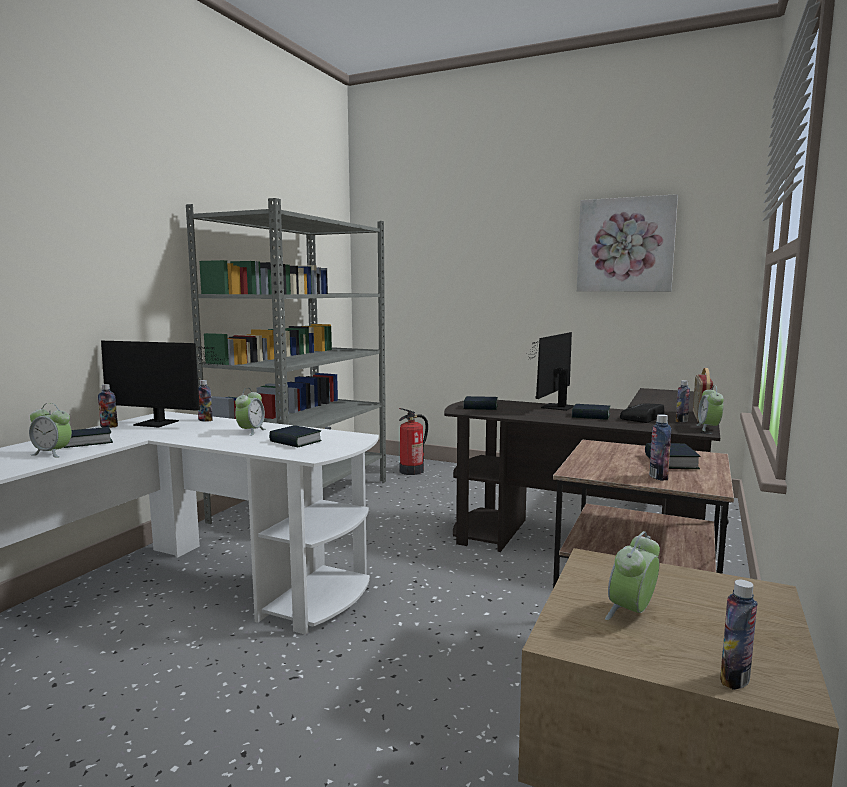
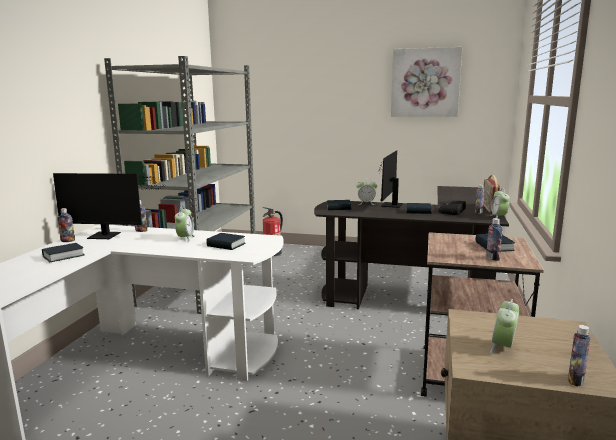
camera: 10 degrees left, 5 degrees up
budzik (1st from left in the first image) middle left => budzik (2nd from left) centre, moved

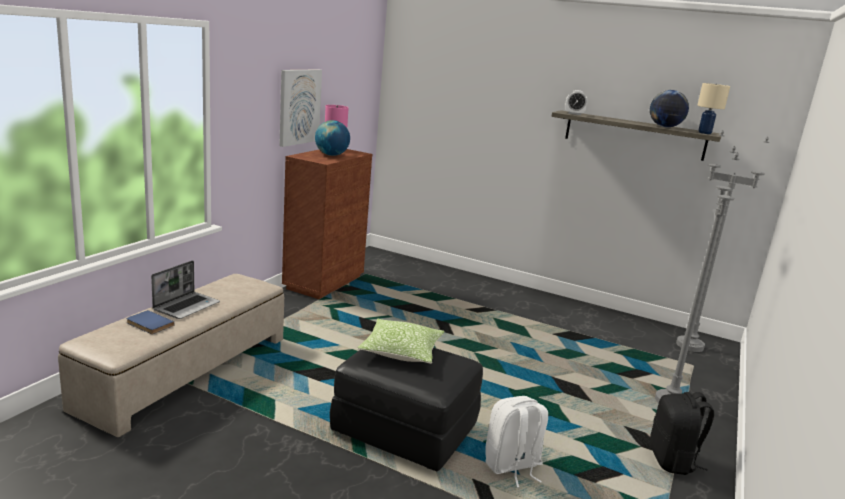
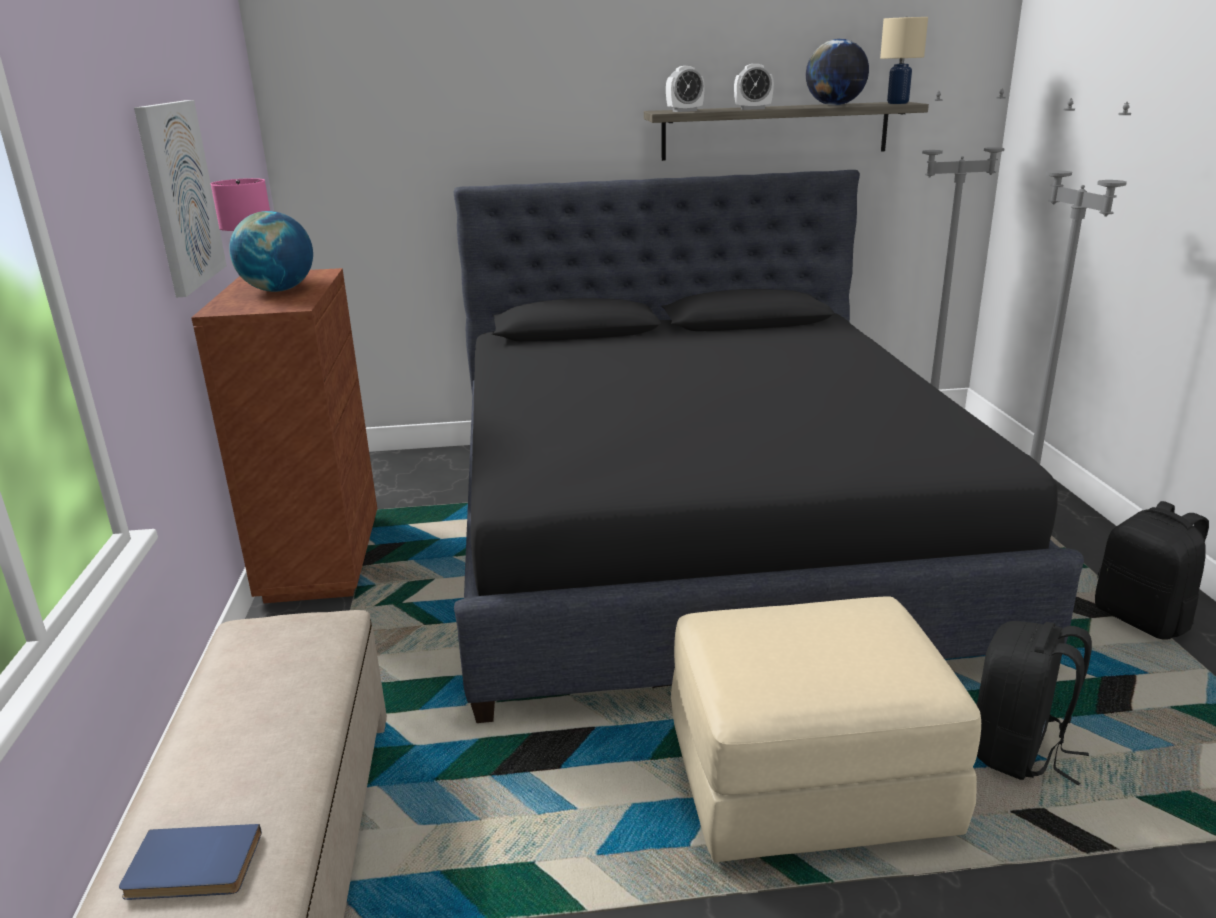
camera: 30 degrees left, 5 degrees up
laptop middle left => nothing
poduszka bottom centre => nothing
nothing => łóżko (czarny) centre
nothing => budzik (2nd from left) top centre
pufa (czarny) bottom centre => pufa (beżowy) bottom right
plecak (biały) bottom centre => plecak (czarny) (1st from left) bottom right

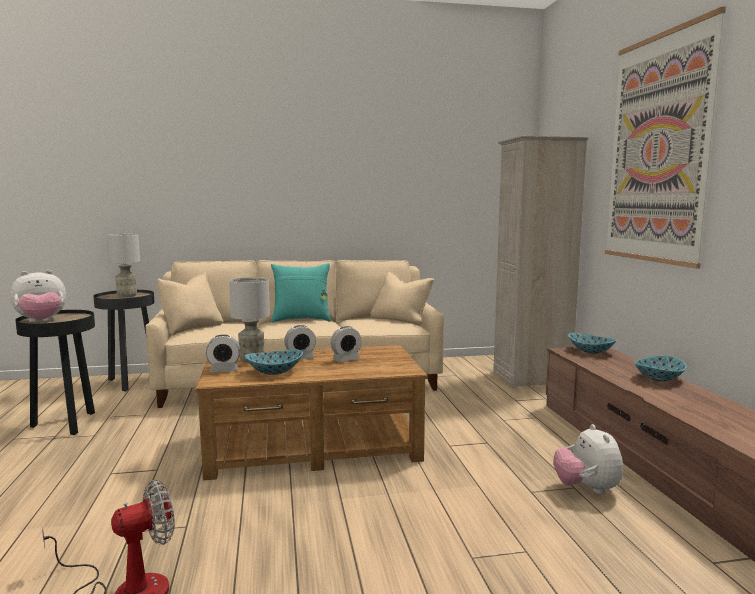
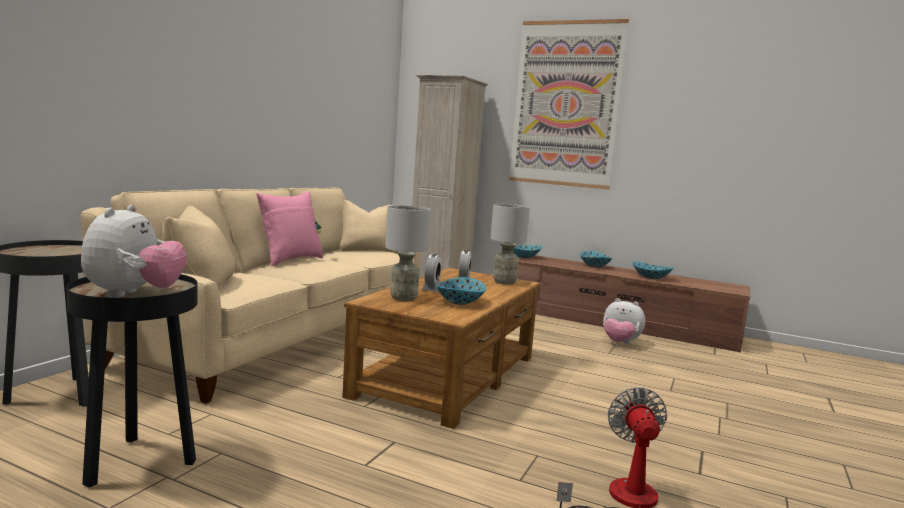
camera: 55 degrees left, 0 degrees up
budzik (1st from left) middle left => nothing
nothing => miska (4th from left) middle right
lampa stołowa (szary) (1st from left in the first image) middle left => lampa stołowa (szary) (2nd from left) centre, moved
poduszka (turkusowy) centre => poduszka (różowy) middle left

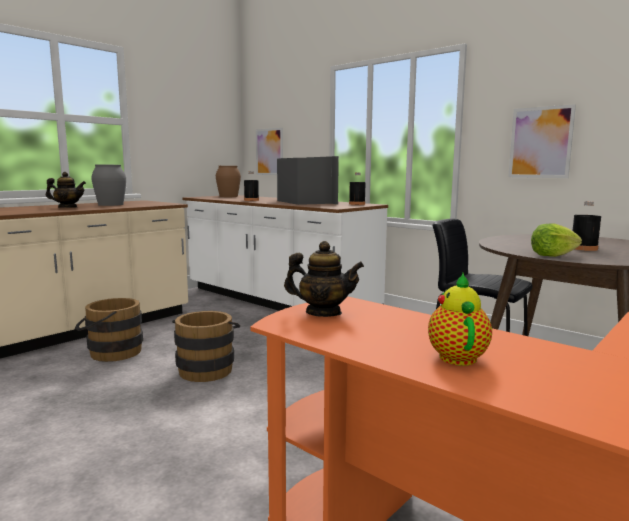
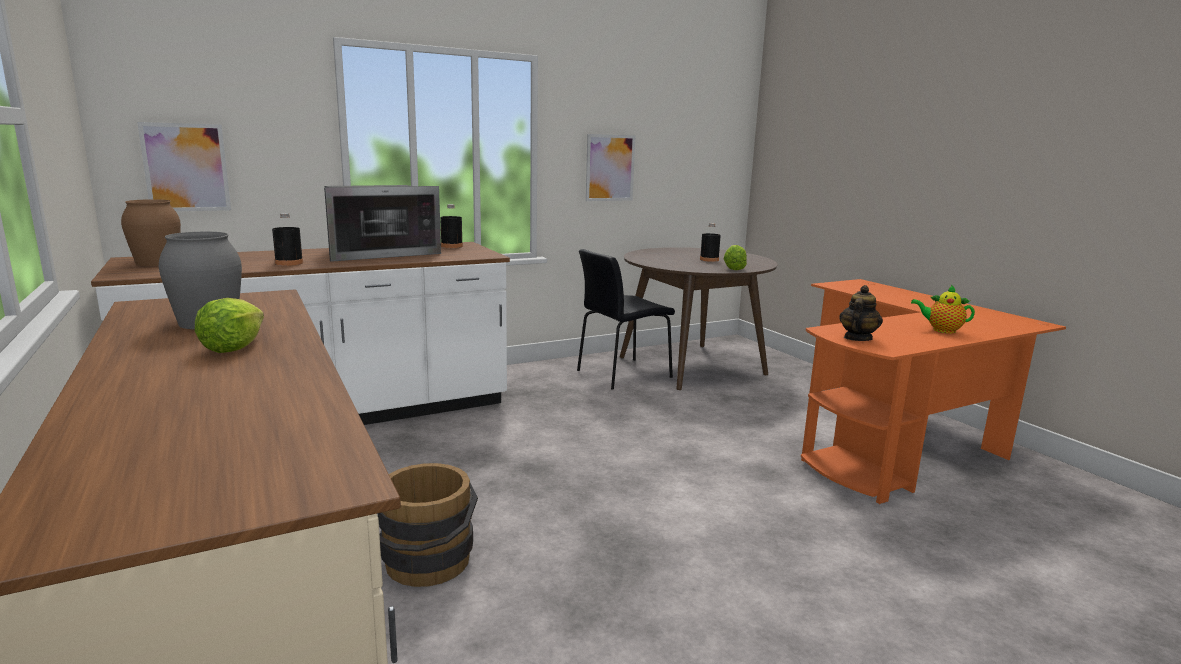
camera: 70 degrees left, 5 degrees up
wiadro (brązowy) (2nd from left) middle left => nothing
imbryk (1st from left) middle left => sałata (1st from left) middle left
mikrofalówka centre => mikrofalówka middle left, 150 degrees clockwise

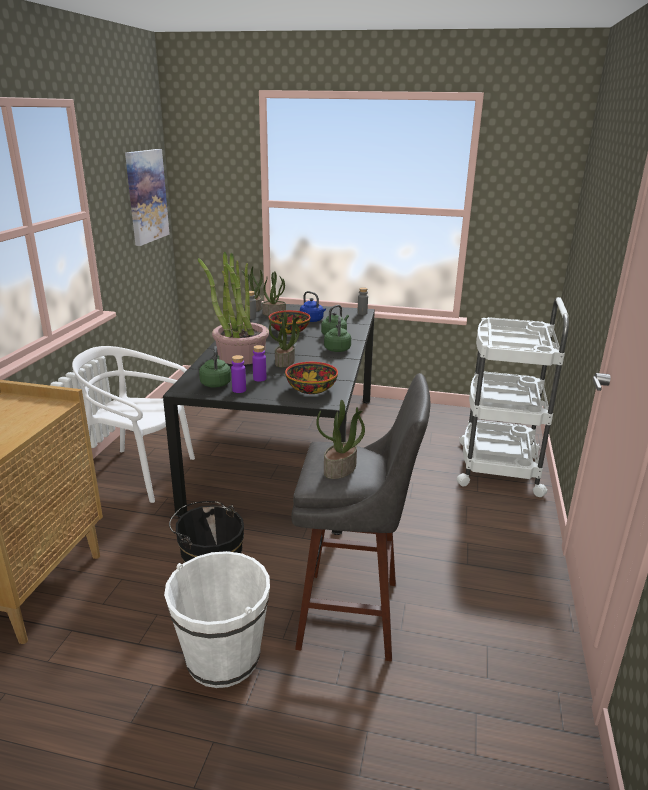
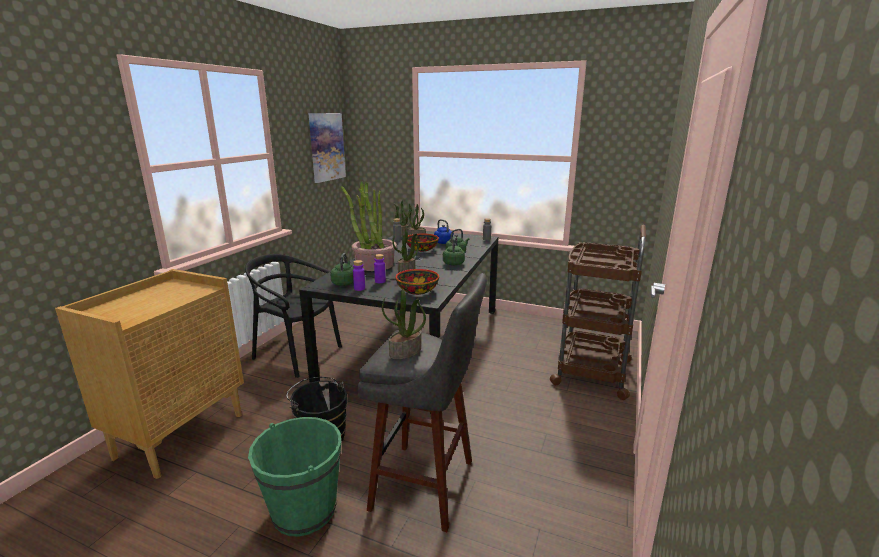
camera: 10 degrees right, 5 degrees down
krzesło (biały) middle left => krzesło (czarny) centre
wiadro (biały) bottom centre => wiadro (zielony) bottom centre
wózek (biały) middle right => wózek (brązowy) middle right

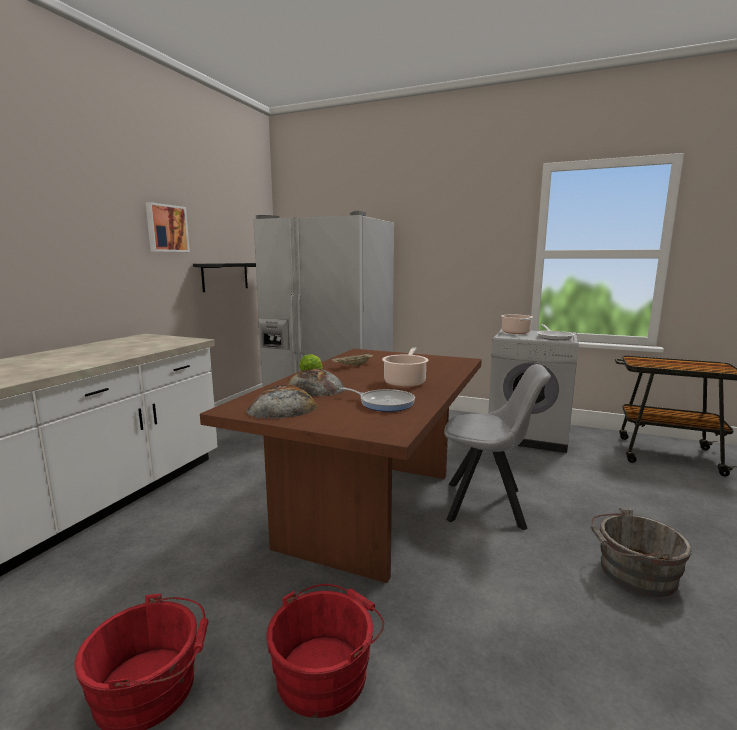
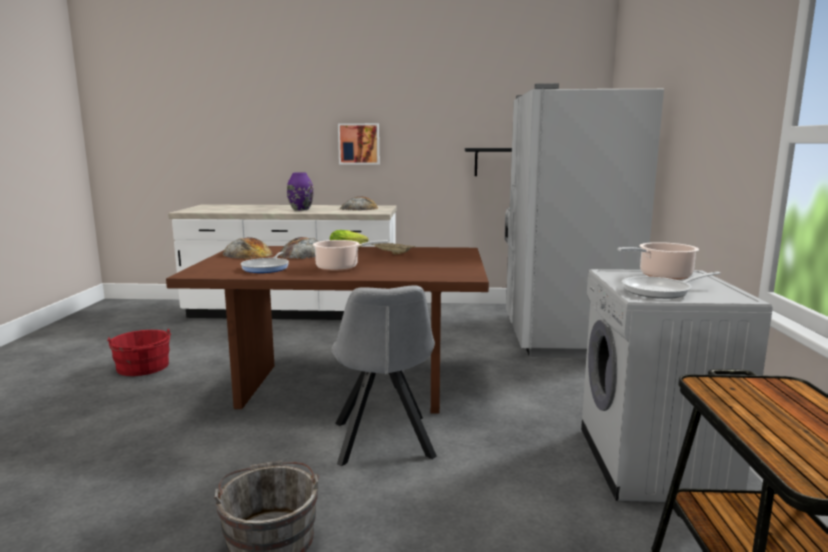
camera: 70 degrees right, 0 degrees up
wiadro (czerwony) (2nd from left) bottom centre => nothing
nothing => wazon (fioletowy) centre
nothing => chleb (3rd from left) centre
obraz top left => obraz top centre, moved

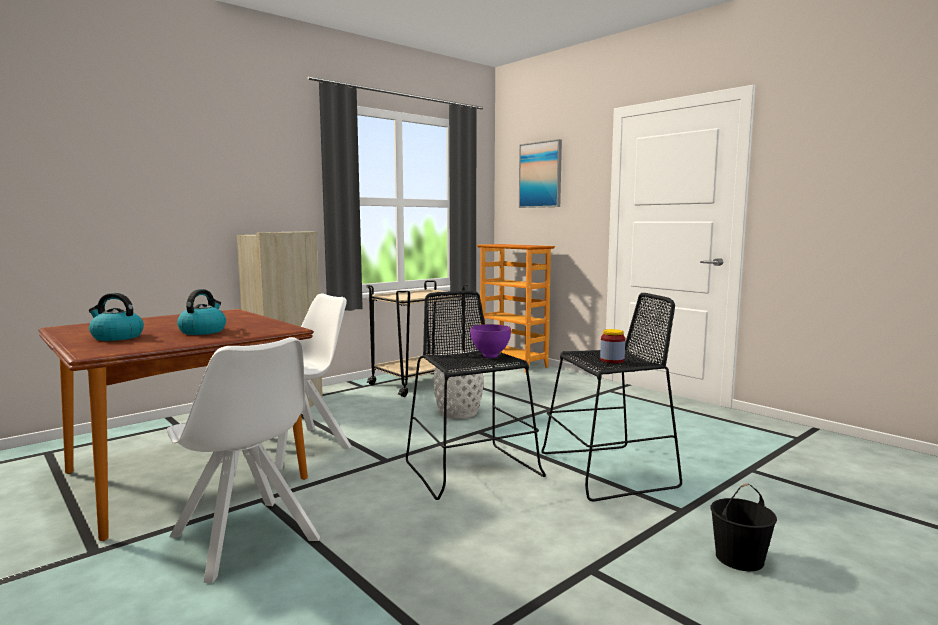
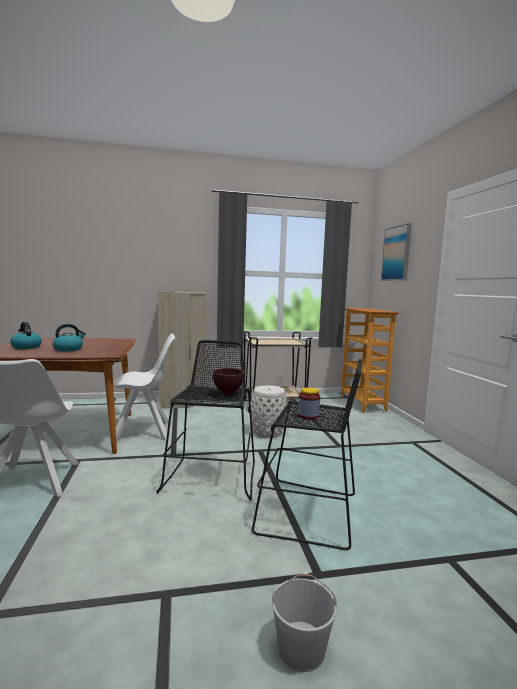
camera: 30 degrees right, 0 degrees up
miska (fioletowy) centre => miska (brązowy) centre
wiadro (czarny) bottom right => wiadro (biały) bottom centre

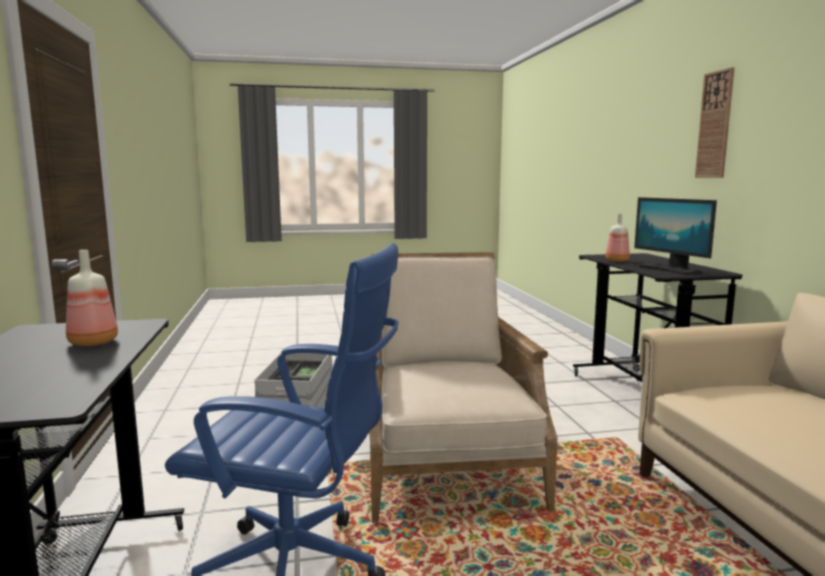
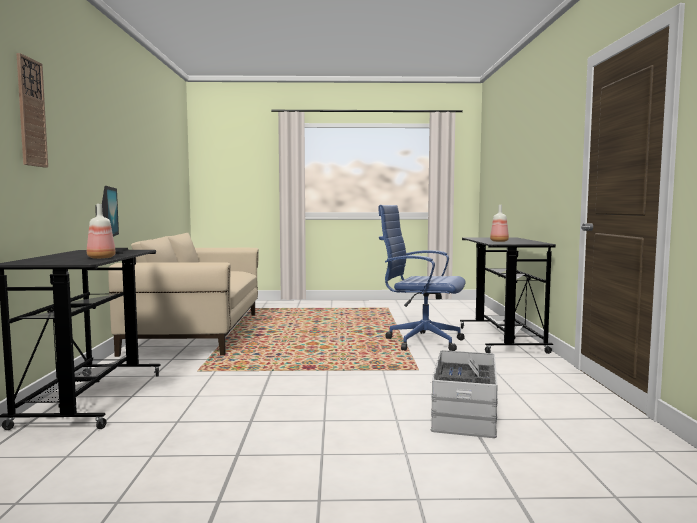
camera: 170 degrees left, 5 degrees down
fotel (beżowy) bottom centre => nothing

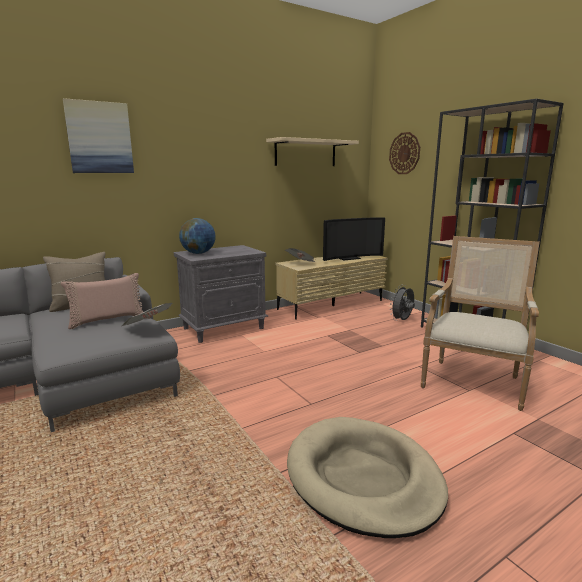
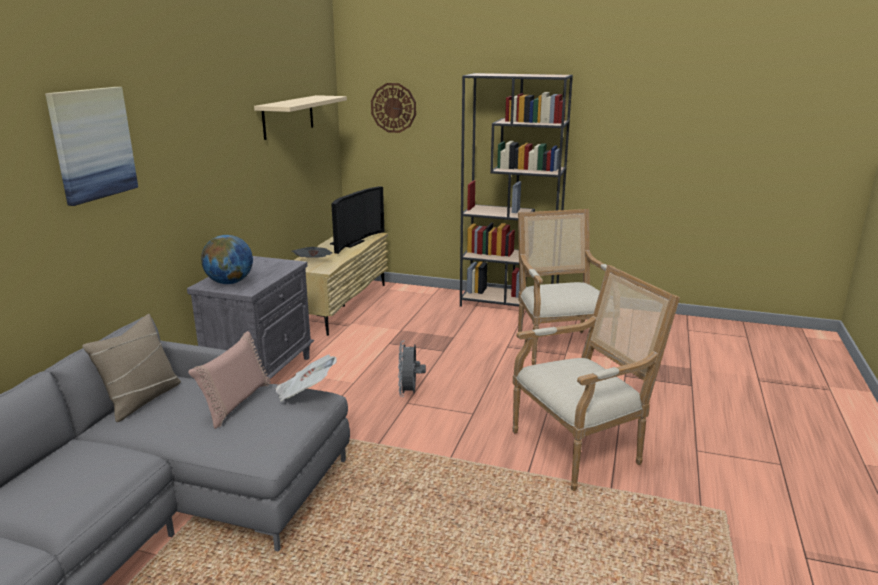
camera: 40 degrees left, 5 degrees up
wentylator (szary) middle right => wentylator (szary) centre, moved
legowisko (beżowy) bottom centre => fotel (2nd from left) middle right

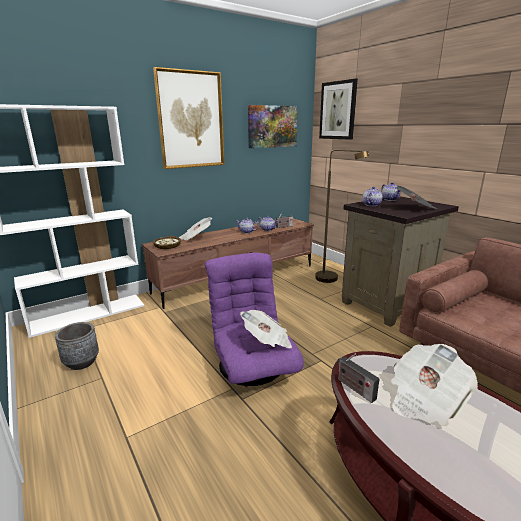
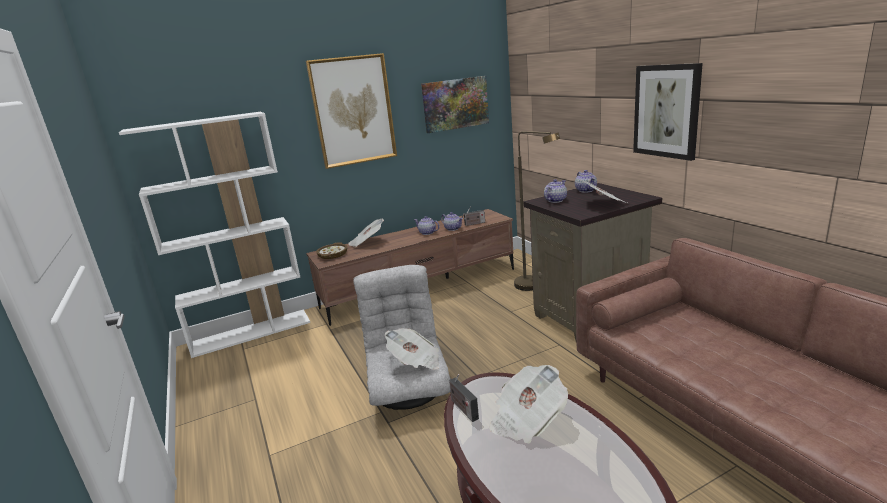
camera: 10 degrees right, 0 degrees up
donica (szary) middle left => nothing
obraz (3rd from left) top centre => obraz (3rd from left) top right, moved
fotel (fioletowy) centre => fotel (szary) bottom centre

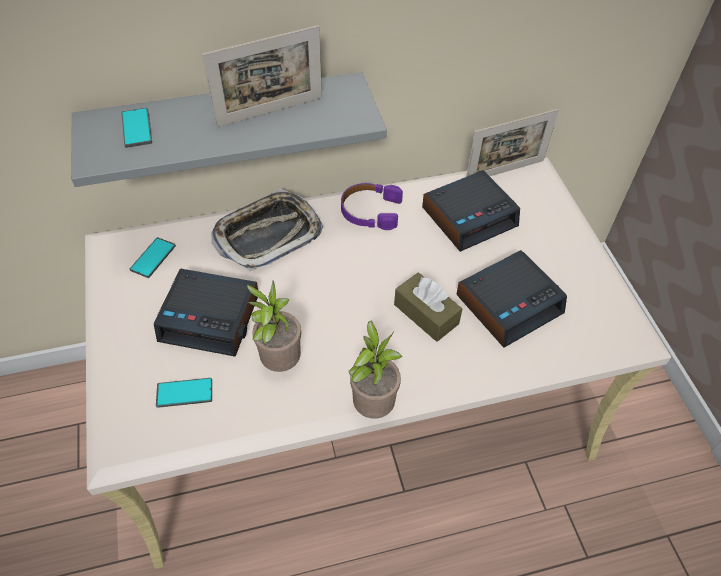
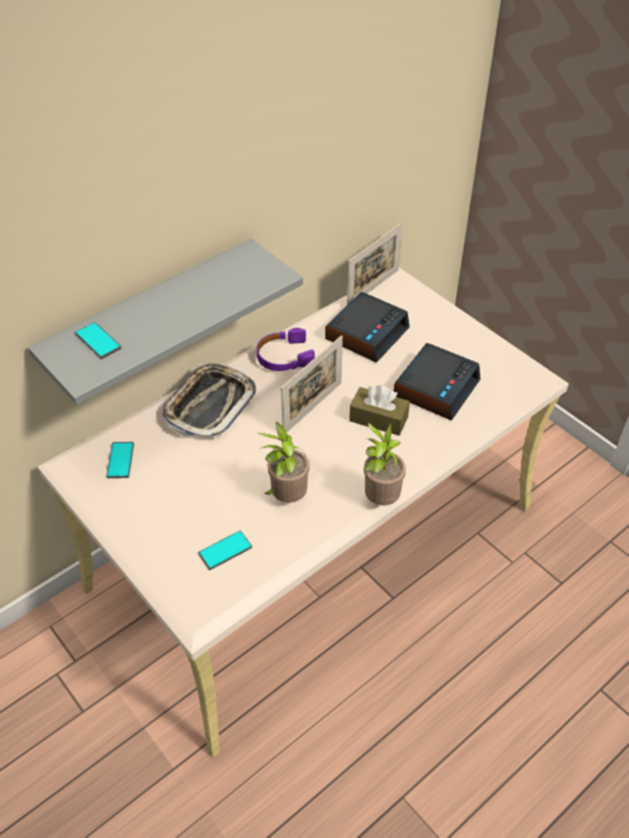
camera: 25 degrees left, 5 degrees down
budzik (1st from left) middle left => nothing
ramka na zdjęcie (1st from left) top centre => ramka na zdjęcie (1st from left) centre, moved

